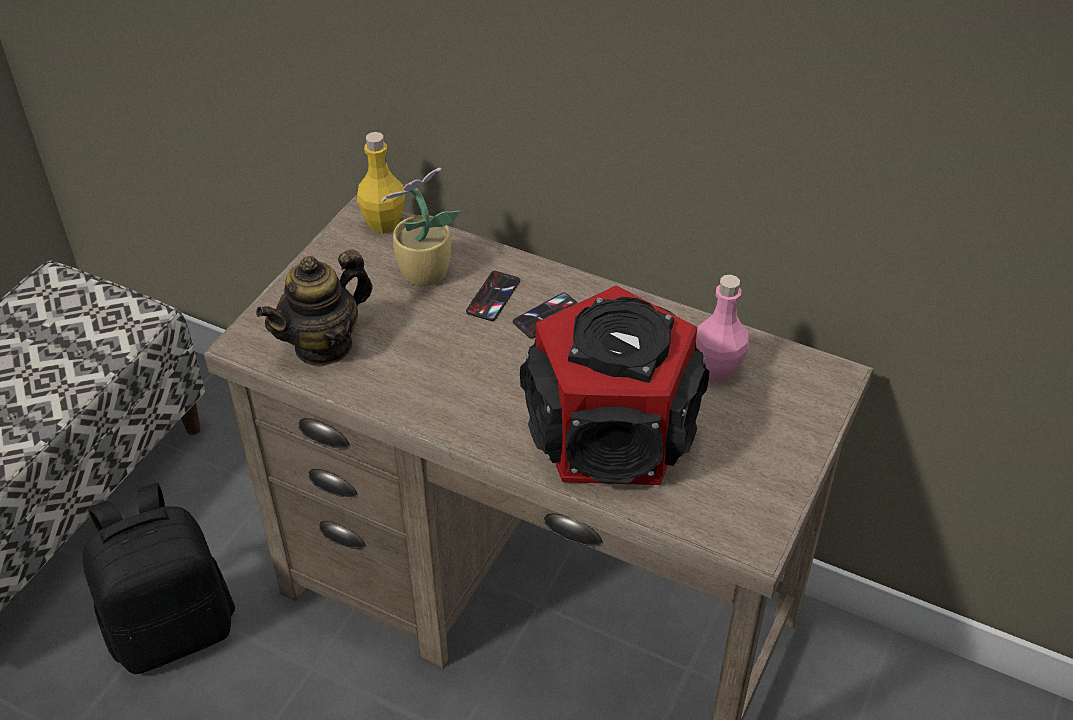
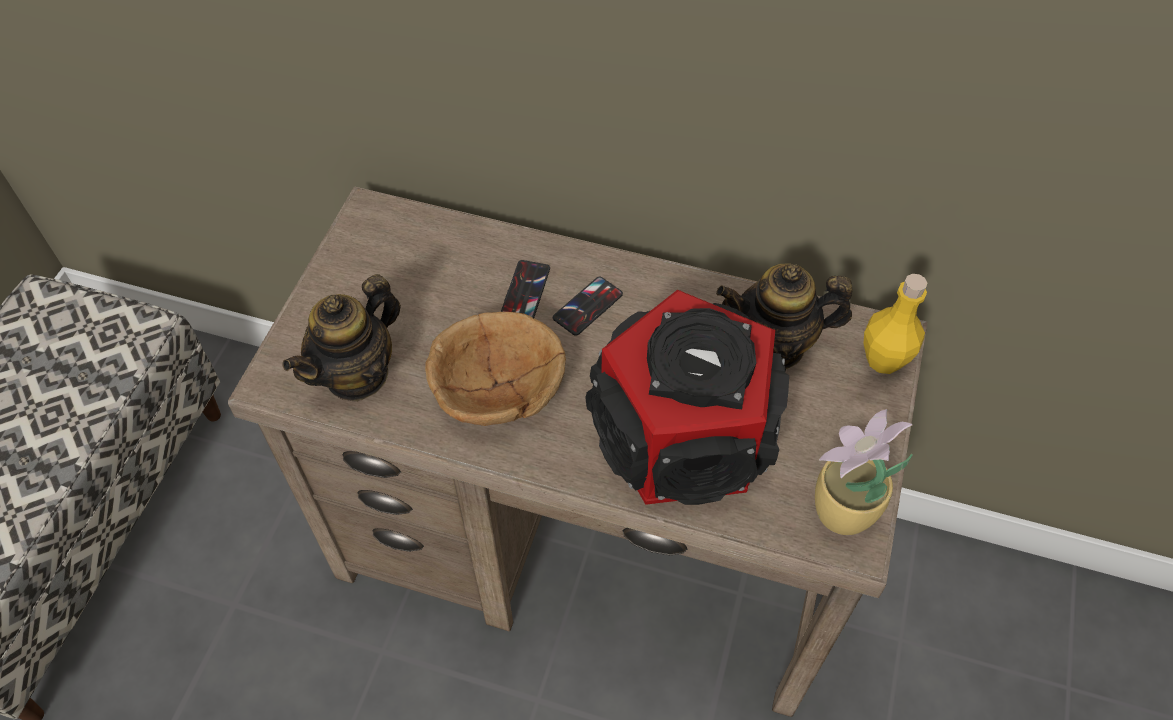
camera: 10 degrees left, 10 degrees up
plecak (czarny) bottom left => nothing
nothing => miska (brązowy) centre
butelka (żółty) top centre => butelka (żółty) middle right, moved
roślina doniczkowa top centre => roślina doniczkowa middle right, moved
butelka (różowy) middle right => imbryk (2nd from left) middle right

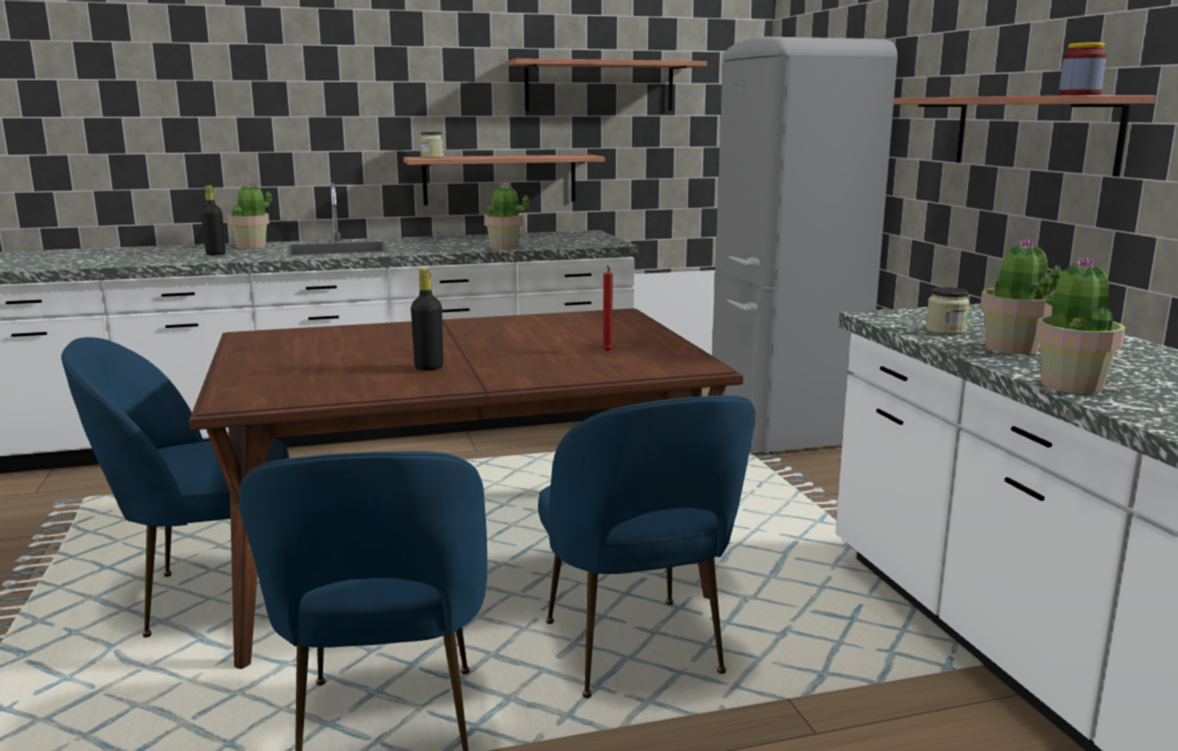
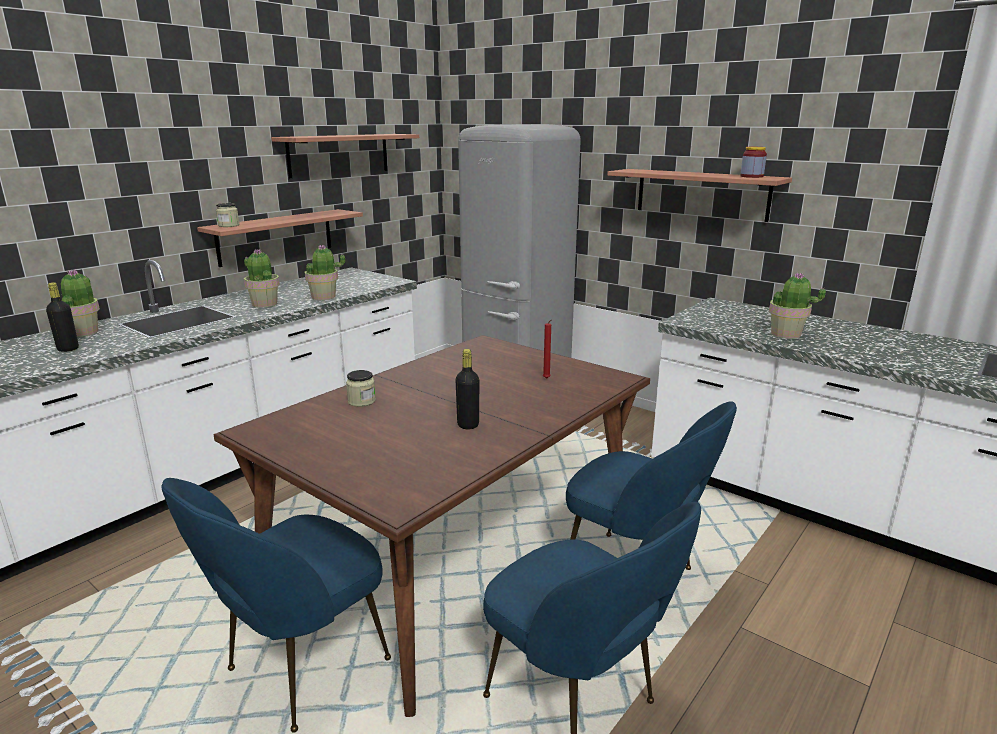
camera: 35 degrees left, 5 degrees up
słoik (2nd from left) middle right => słoik (2nd from left) centre, moved
roślina doniczkowa (4th from left in the first image) middle right => roślina doniczkowa (2nd from left) middle left, moved

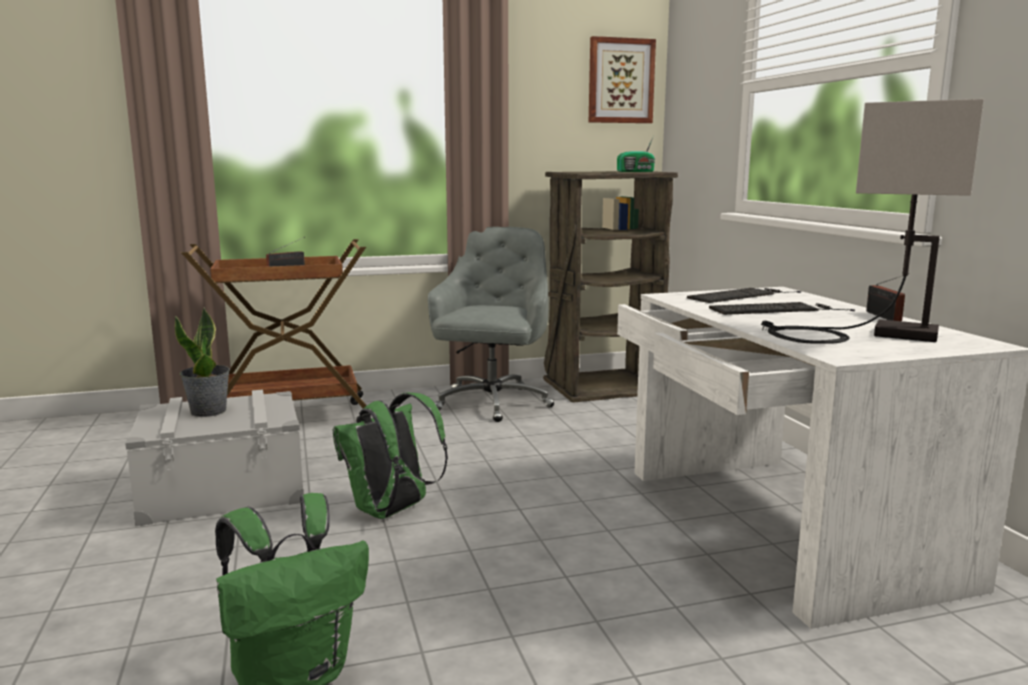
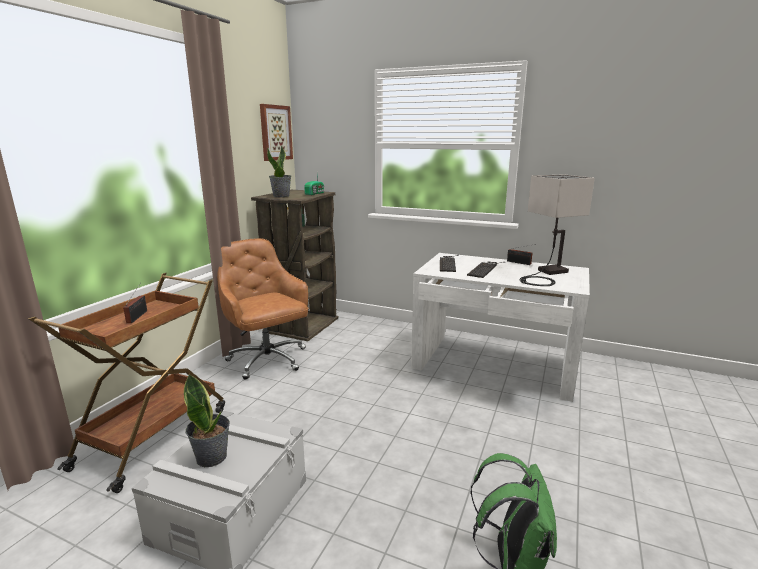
camera: 50 degrees left, 5 degrees up
plecak (zielony) (2nd from left) centre => nothing
nothing => roślina doniczkowa (2nd from left) top centre
krzesło biurowe (szary) centre => krzesło biurowe (brązowy) centre

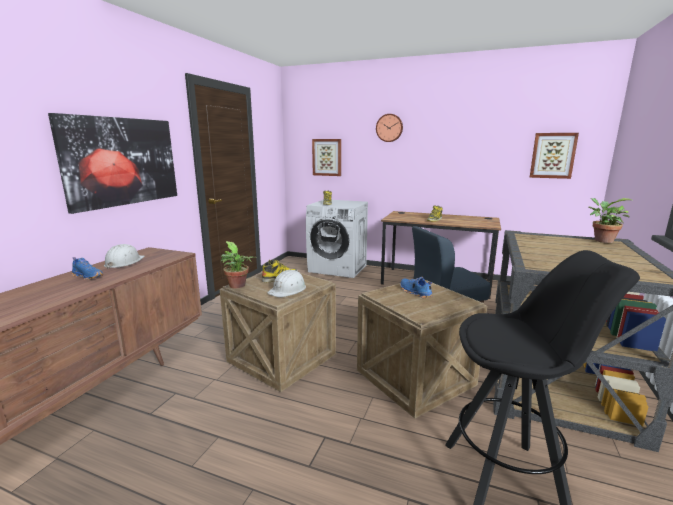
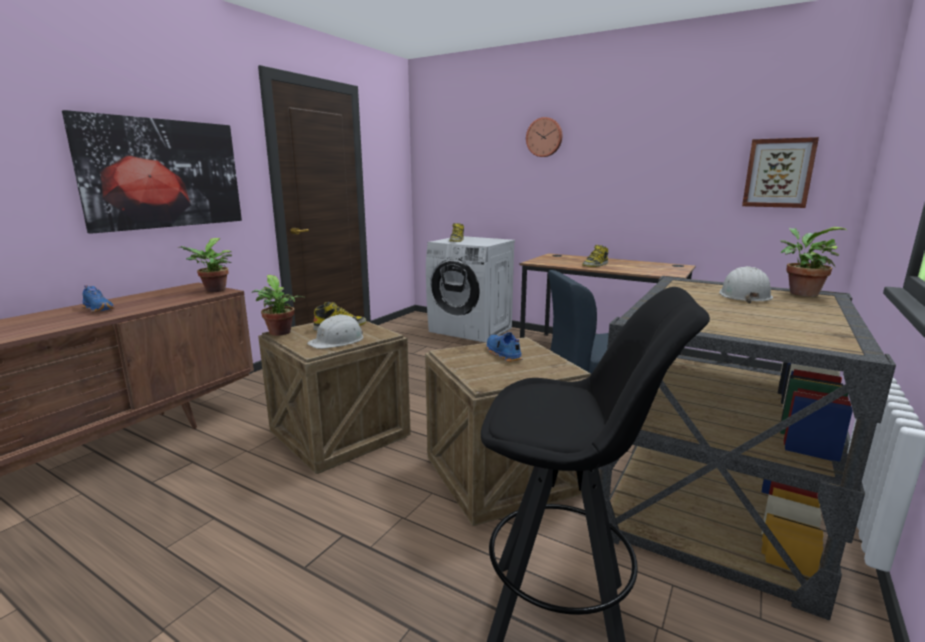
camera: 10 degrees right, 0 degrees up
obraz (2nd from left) top centre => nothing
nothing => roślina doniczkowa (1st from left) middle left
kask (biały) (1st from left in the first image) middle left => kask (biały) (2nd from left) middle right, moved

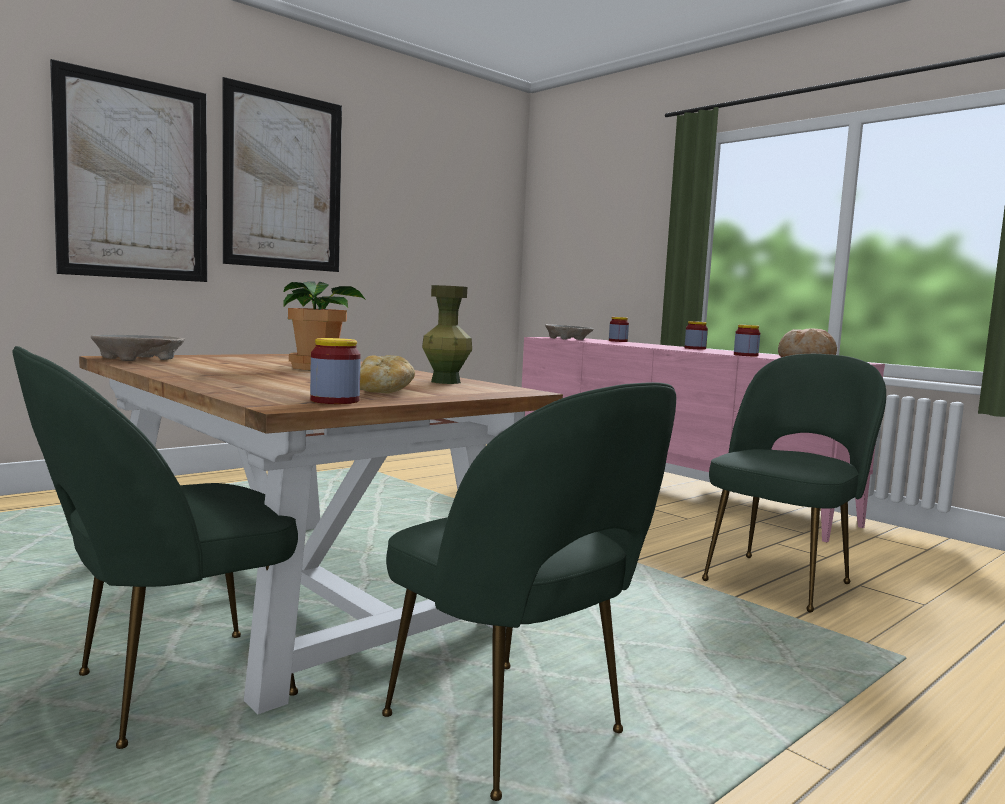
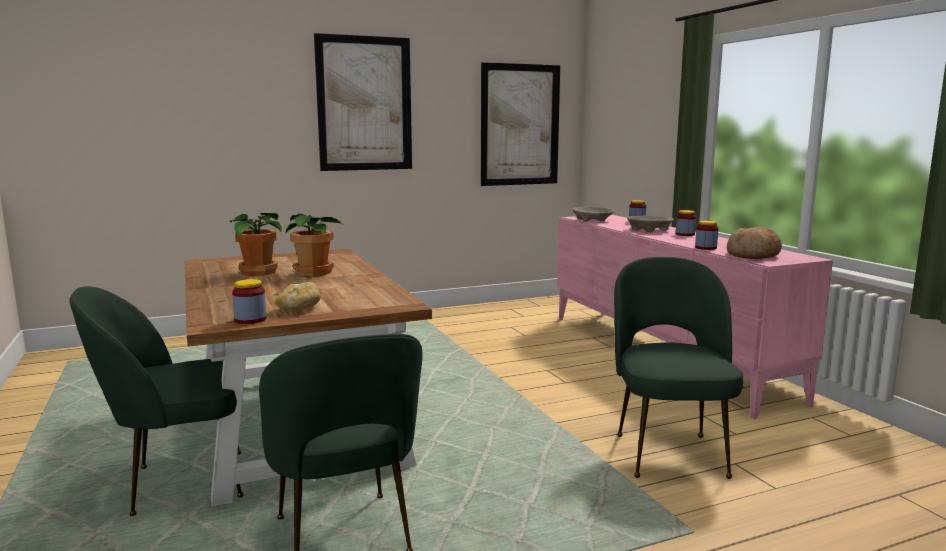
camera: 20 degrees right, 5 degrees up
wazon (zielony) centre => nothing
nothing => roślina doniczkowa (1st from left) middle left
obraz (1st from left in the first image) top left => obraz (2nd from left) top centre, moved
miska (beżowy) (1st from left in the first image) middle left => miska (beżowy) (2nd from left) middle right, moved
krzesło (zielony) (3rd from left) middle right => krzesło (zielony) (3rd from left) bottom right, 60 degrees counterclockwise

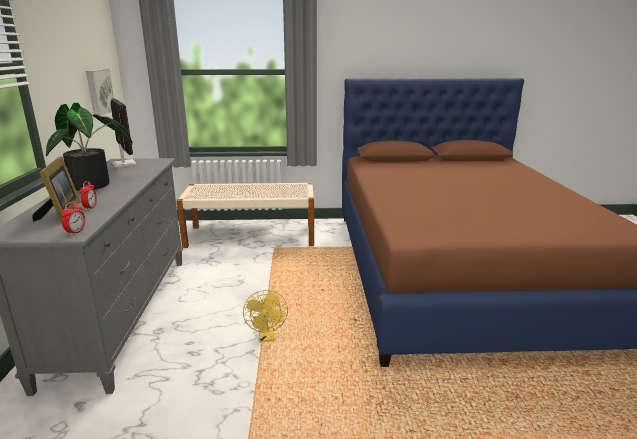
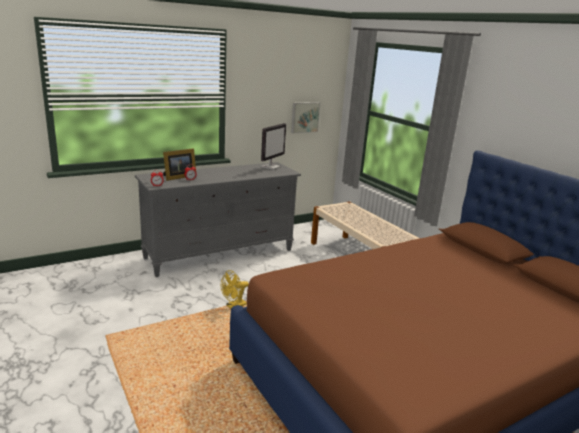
camera: 60 degrees right, 0 degrees up
roślina doniczkowa middle left => nothing

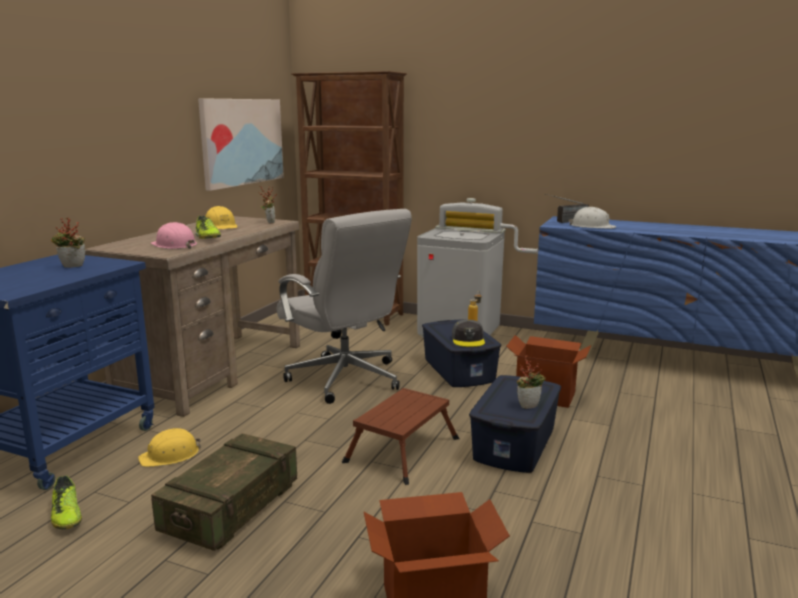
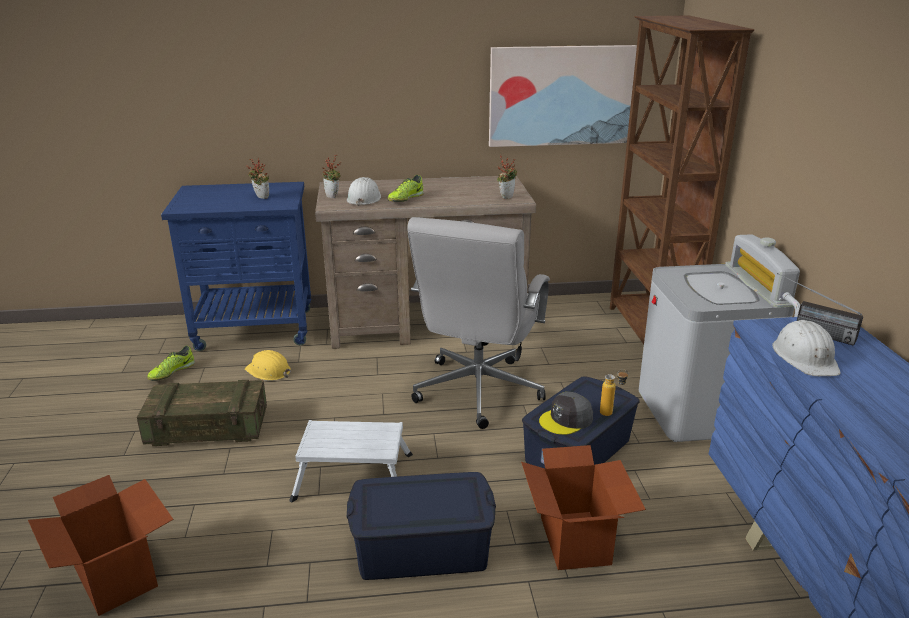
camera: 60 degrees right, 10 degrees up
kask (żółty) (2nd from left) middle left => nothing
roślina doniczkowa (3rd from left in the first image) centre => roślina doniczkowa (2nd from left) top centre, moved
kask (różowy) middle left => kask (biały) (1st from left) top centre
drabinka (brązowy) bottom centre => drabinka (biały) bottom centre

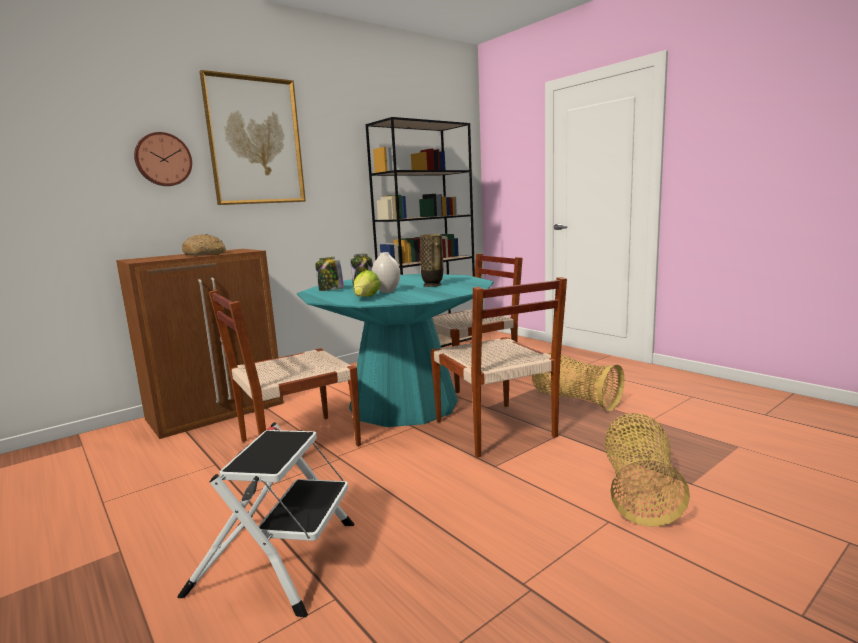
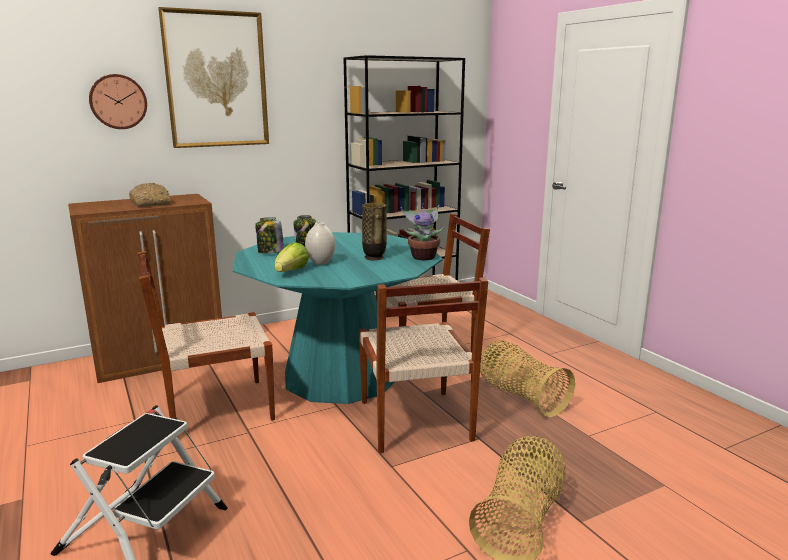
camera: 10 degrees right, 5 degrees up
nothing => roślina doniczkowa centre

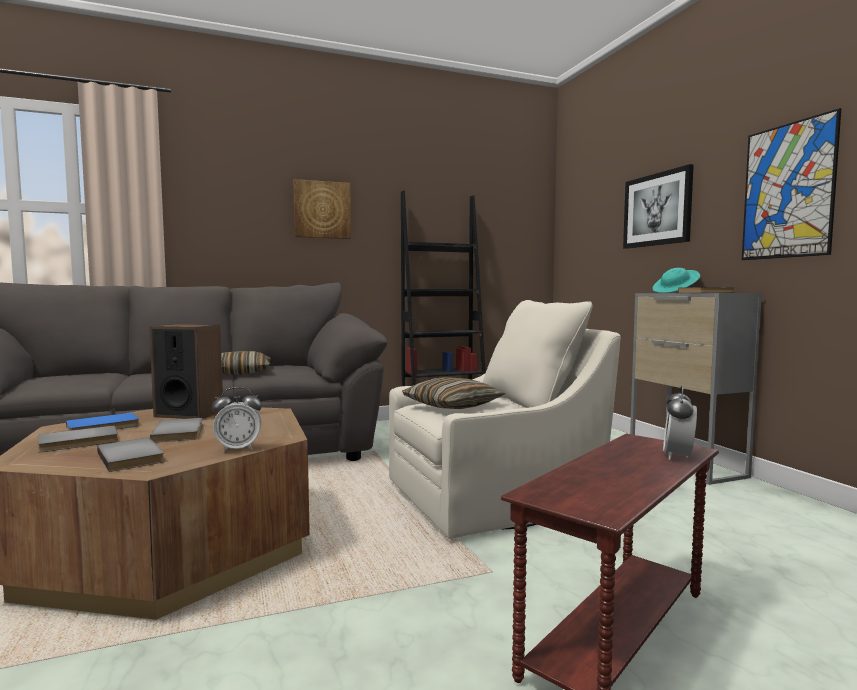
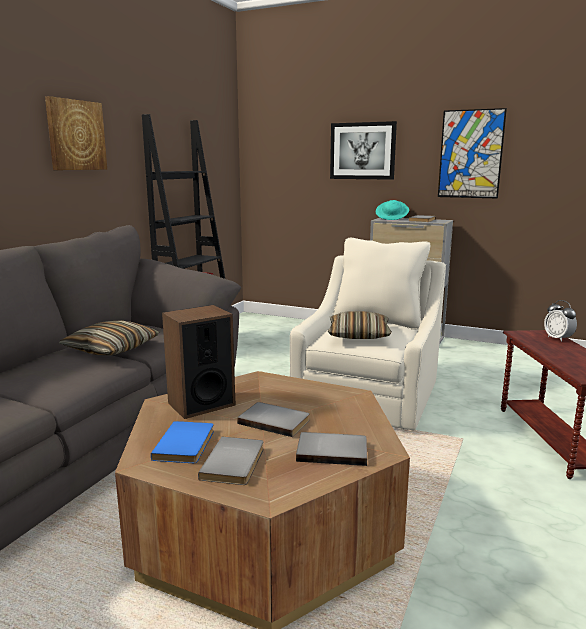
camera: 45 degrees left, 10 degrees up
budzik (1st from left) middle left => nothing

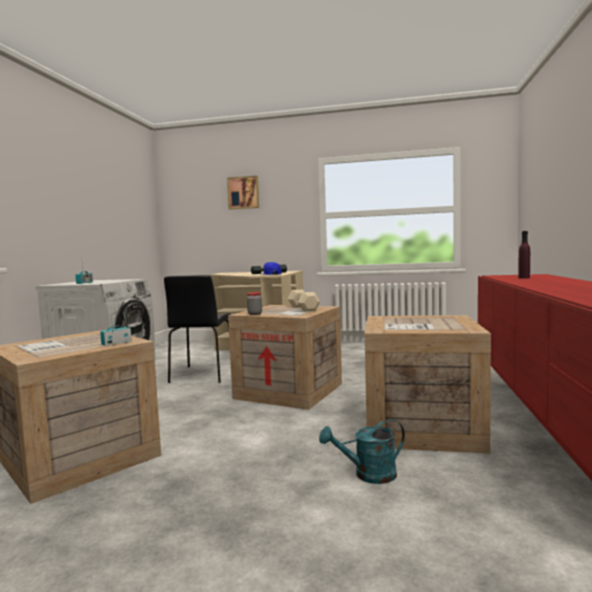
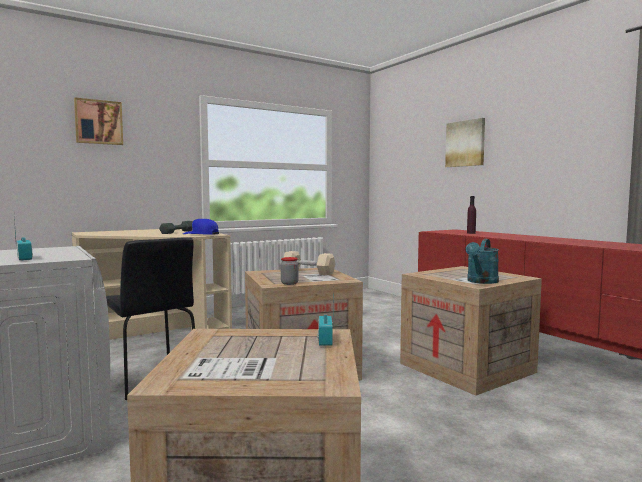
camera: 45 degrees left, 0 degrees up
nothing => obraz (2nd from left) top right
konewka (turkusowy) bottom centre => konewka (turkusowy) middle right, moved

